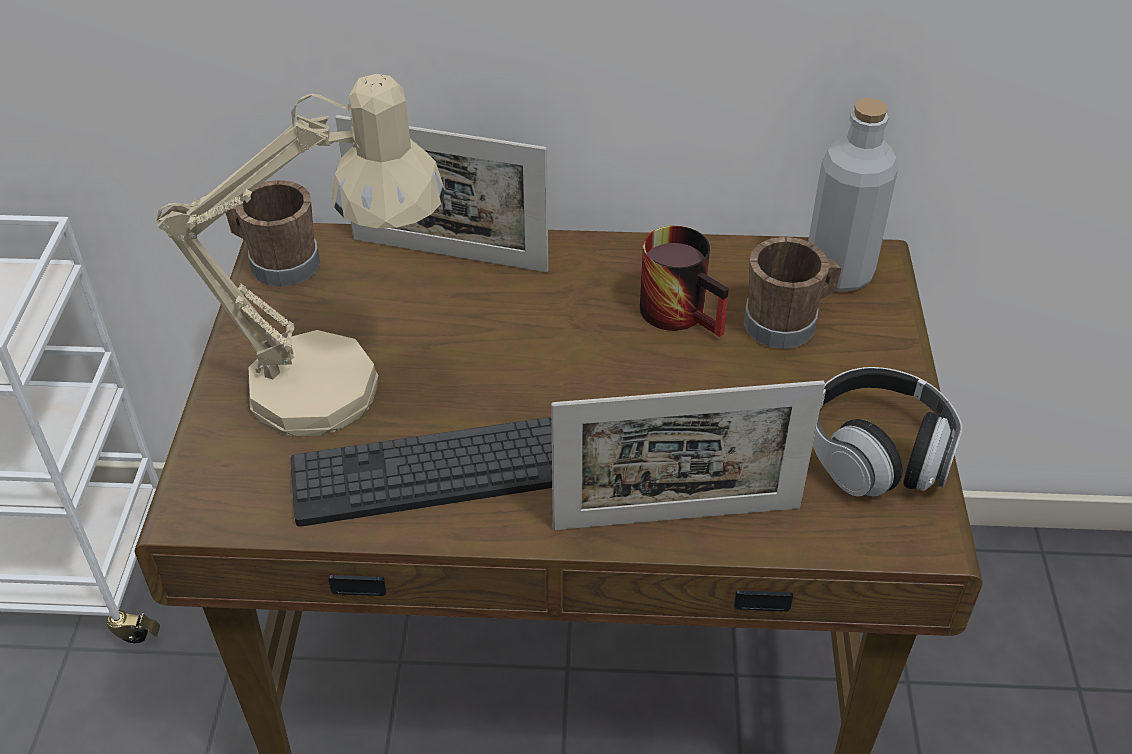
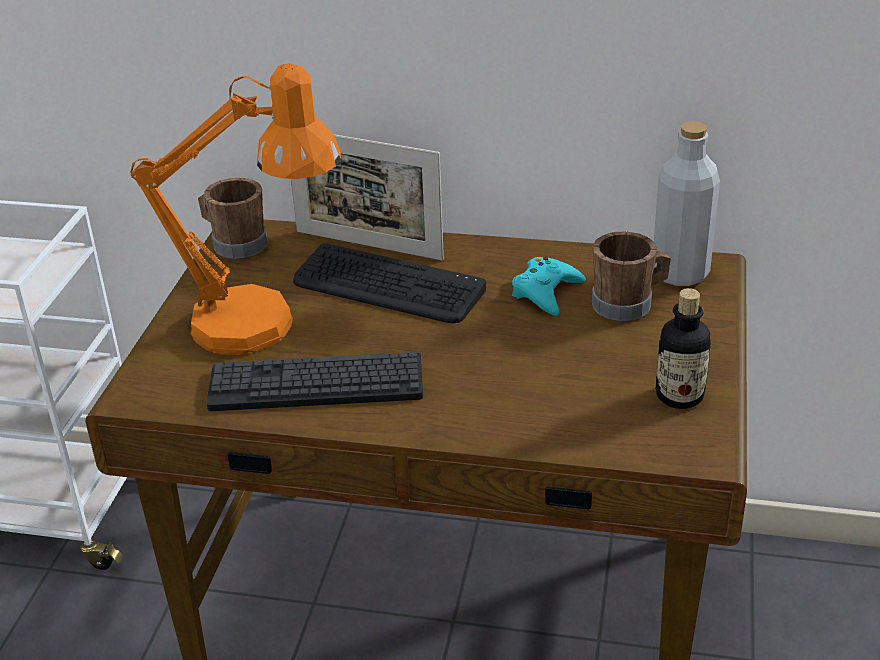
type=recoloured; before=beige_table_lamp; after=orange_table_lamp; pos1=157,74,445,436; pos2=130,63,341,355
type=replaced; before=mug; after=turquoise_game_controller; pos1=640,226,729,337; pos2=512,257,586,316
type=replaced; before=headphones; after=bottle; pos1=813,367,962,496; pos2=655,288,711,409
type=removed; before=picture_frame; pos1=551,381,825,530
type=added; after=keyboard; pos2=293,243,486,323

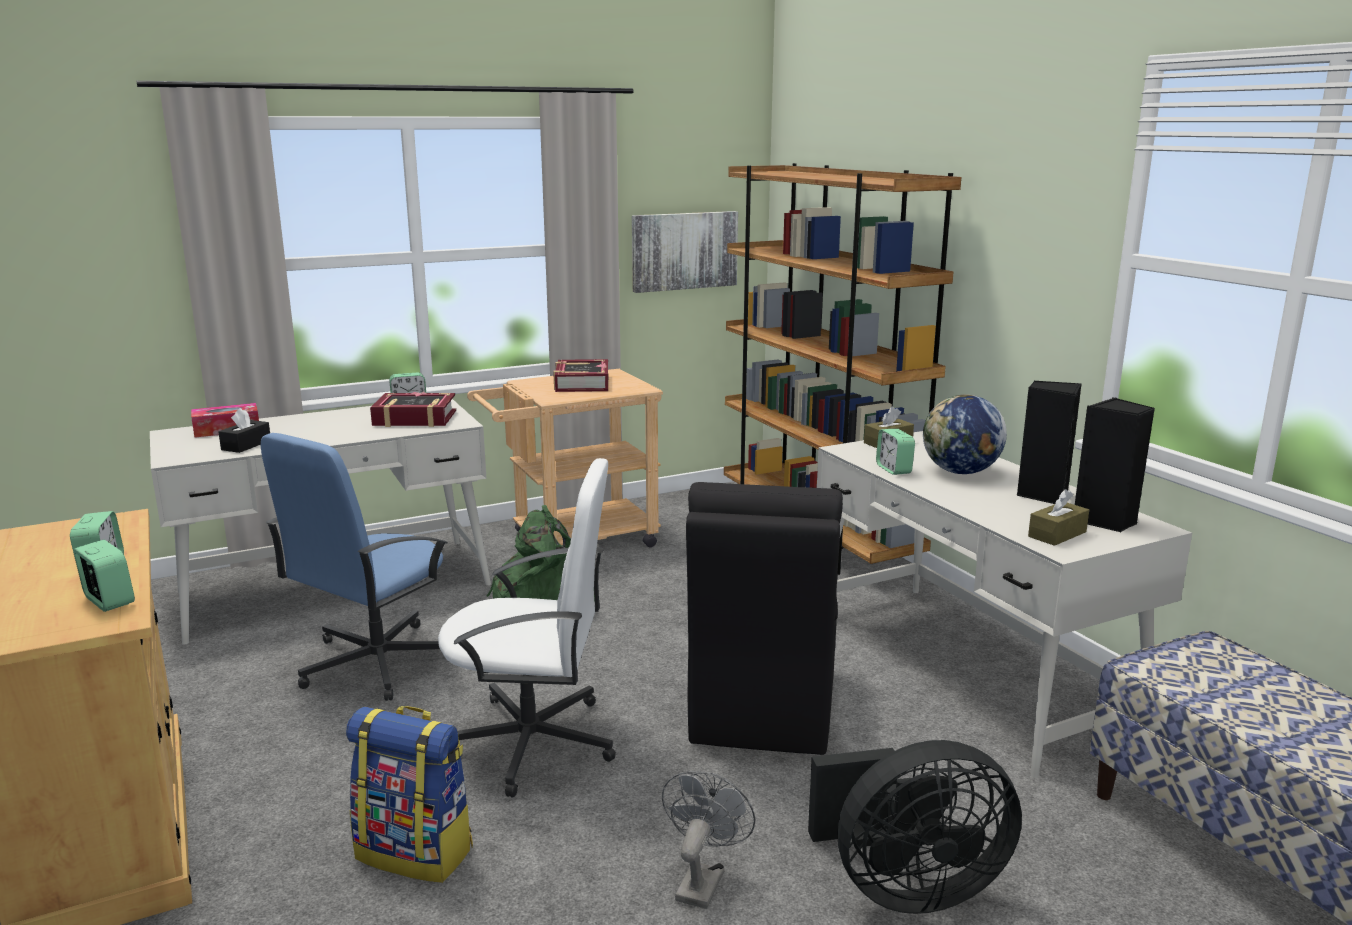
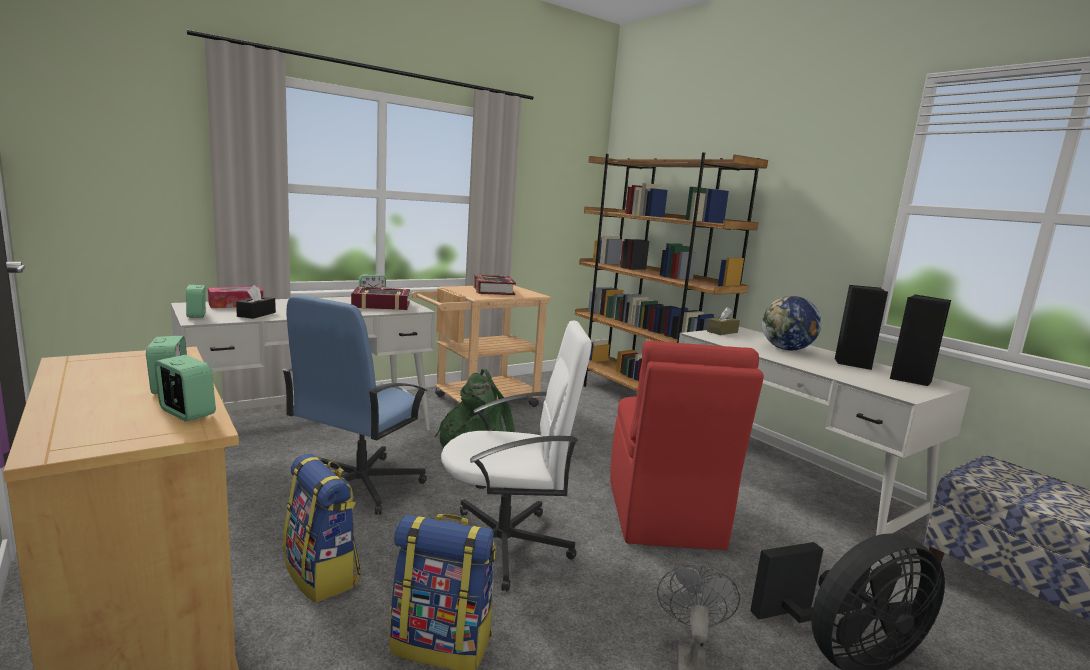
type=removed; before=picture; pos1=632,211,738,293
type=moved; before=alarm_clock; pos1=876,429,915,475; pos2=186,285,206,318
type=recoloured; before=black_chair; after=red_chair; pos1=686,482,843,755; pos2=610,340,764,550
type=removed; before=brown_tissue_box; pos1=1028,489,1089,546
type=added; after=backpack; pos2=283,454,361,603

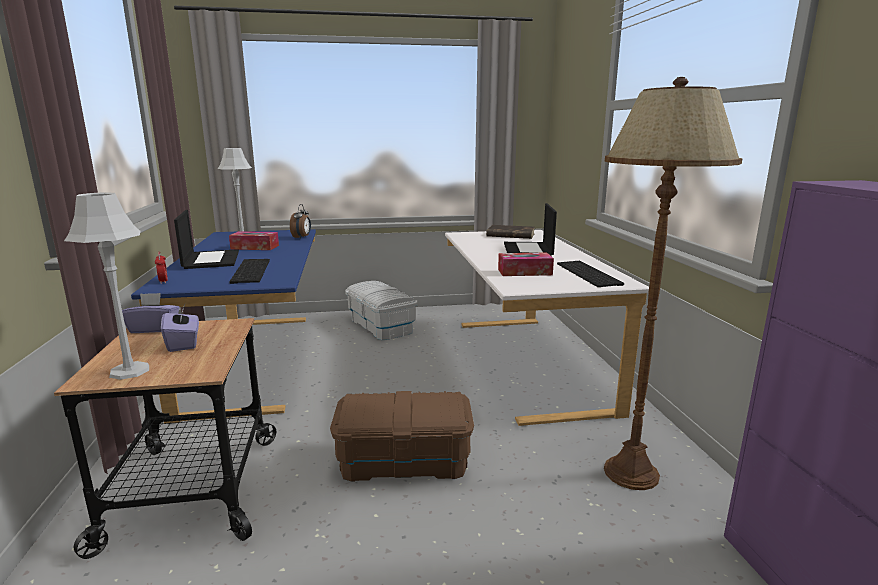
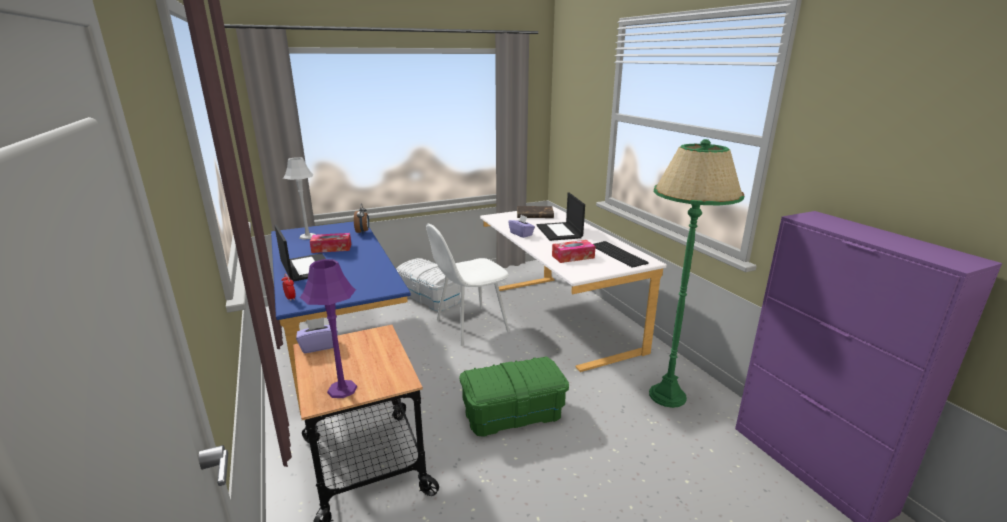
type=recoloured; before=brown_floor_lamp; after=green_floor_lamp; pos1=604,77,742,490; pos2=649,139,744,408
type=recoloured; before=grey_table_lamp; after=purple_table_lamp; pos1=64,192,149,380; pos2=300,259,357,398
type=removed; before=keyboard; pos1=229,259,270,284
type=moved; before=purple_tissue_box; pos1=161,305,199,352; pos2=508,215,535,238
type=recoloured; before=brown_storage_box; after=green_storage_box; pos1=330,391,474,482; pos2=459,357,569,437
type=added; after=white_chair; pos2=426,224,509,346

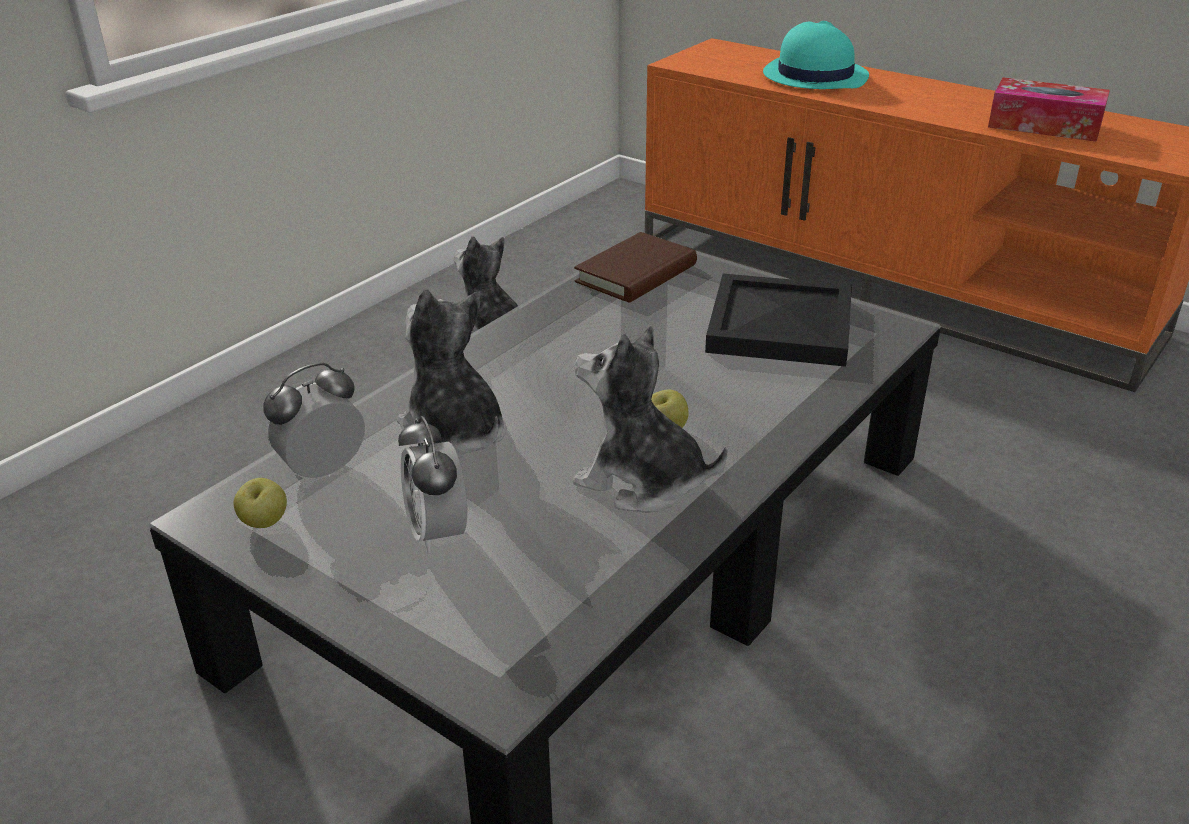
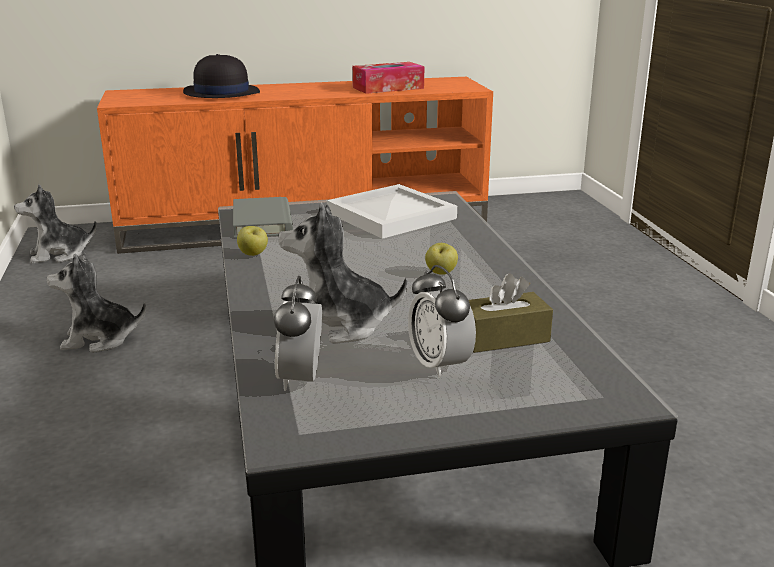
type=recoloured; before=turquoise_hat; after=black_hat; pos1=763,21,869,89; pos2=183,54,260,98
type=recoloured; before=brown_book; after=grey_book; pos1=574,232,697,303; pos2=233,197,293,238
type=recoloured; before=black_tray; after=white_tray; pos1=705,274,852,367; pos2=327,184,457,239
type=moved; before=plush_toy; pos1=573,326,728,513; pos2=14,184,97,263
type=turned; before=alarm_clock; pos1=398,416,467,553; pos2=408,265,476,378; turn=45
type=moved; before=apple; pos1=233,478,287,528; pos2=237,226,268,256
type=added; after=brown_tissue_box; pos2=469,273,553,353

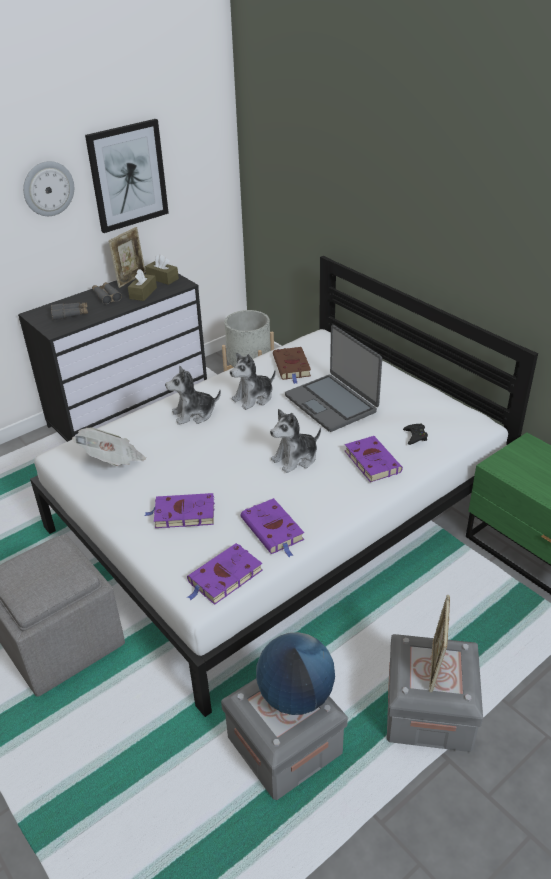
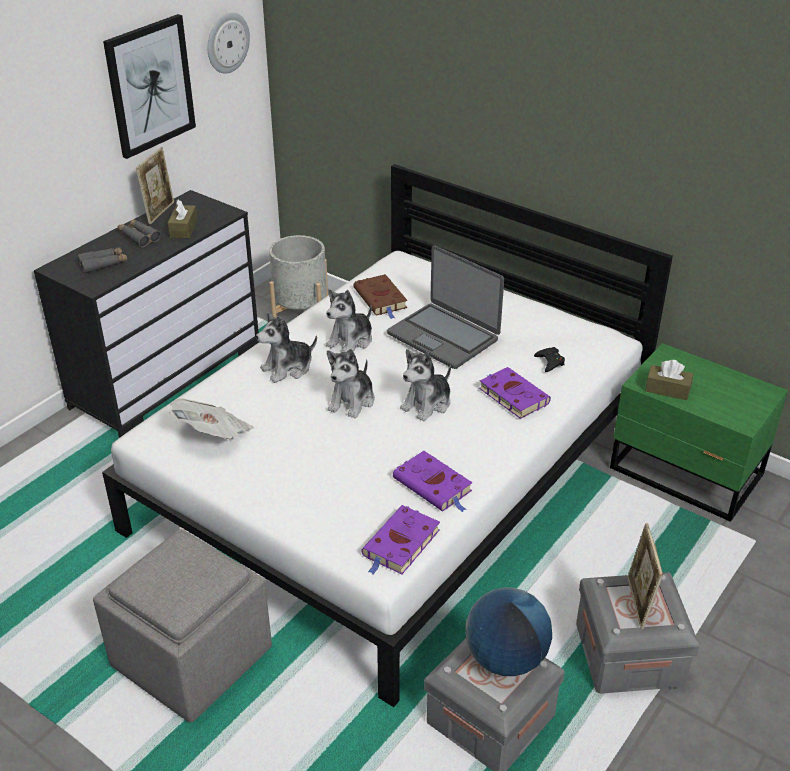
type=moved; before=wall_clock; pos1=23,161,74,216; pos2=208,12,250,74
type=moved; before=brown_tissue_box; pos1=145,254,179,285; pos2=645,360,693,400
type=removed; before=purple_book; pos1=145,493,215,528
type=added; after=plush_toy; pos2=327,349,375,418

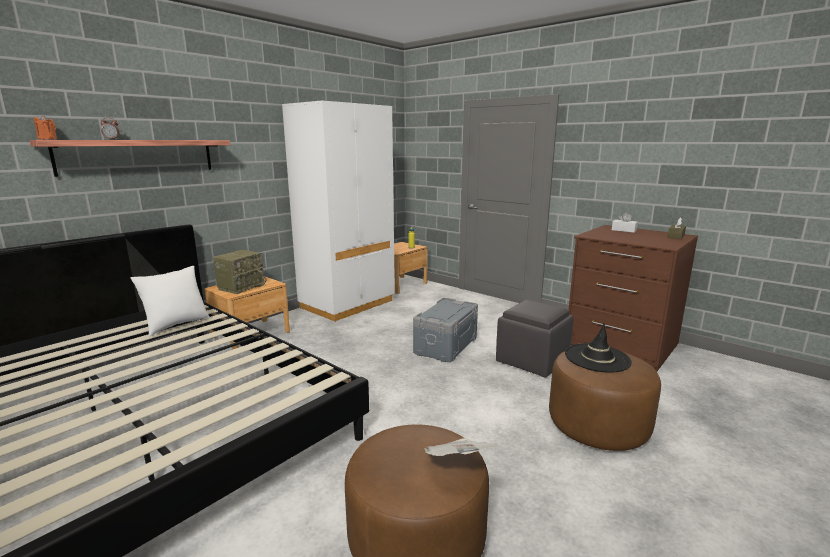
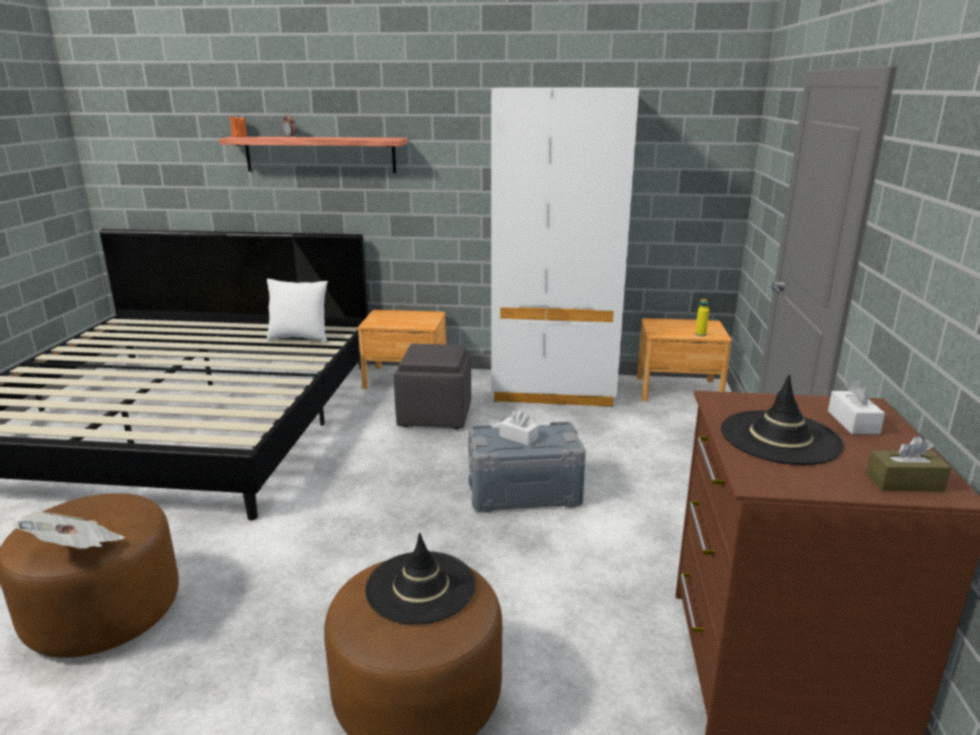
type=removed; before=radio; pos1=213,250,267,294
type=moved; before=grey_ottoman; pos1=496,300,574,377; pos2=394,344,471,429
type=added; after=black_hat; pos2=721,374,844,465
type=added; after=white_tissue_box; pos2=499,410,538,446

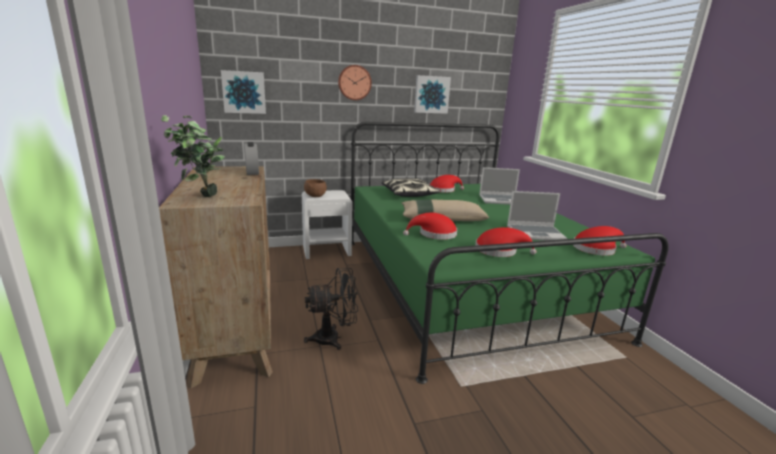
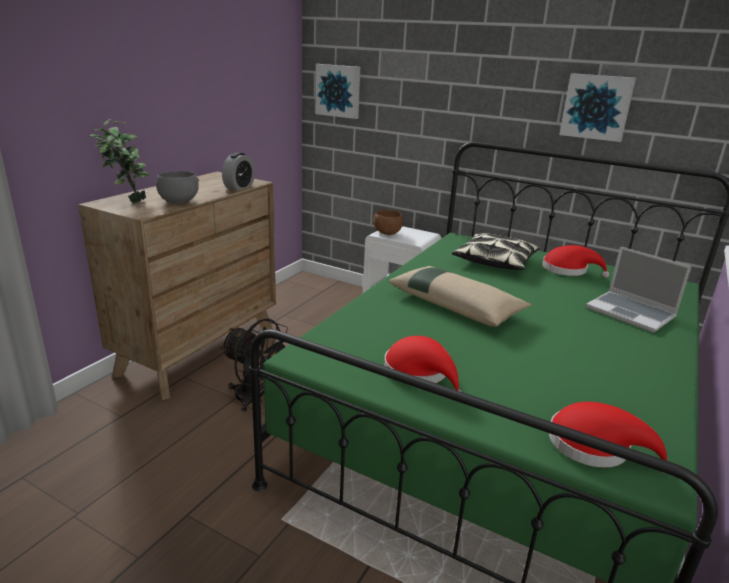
type=removed; before=wall_clock; pos1=338,65,372,100
type=removed; before=laptop; pos1=507,191,568,241
type=removed; before=red_hat; pos1=403,213,457,240
type=added; after=grey_bowl; pos2=156,171,199,203

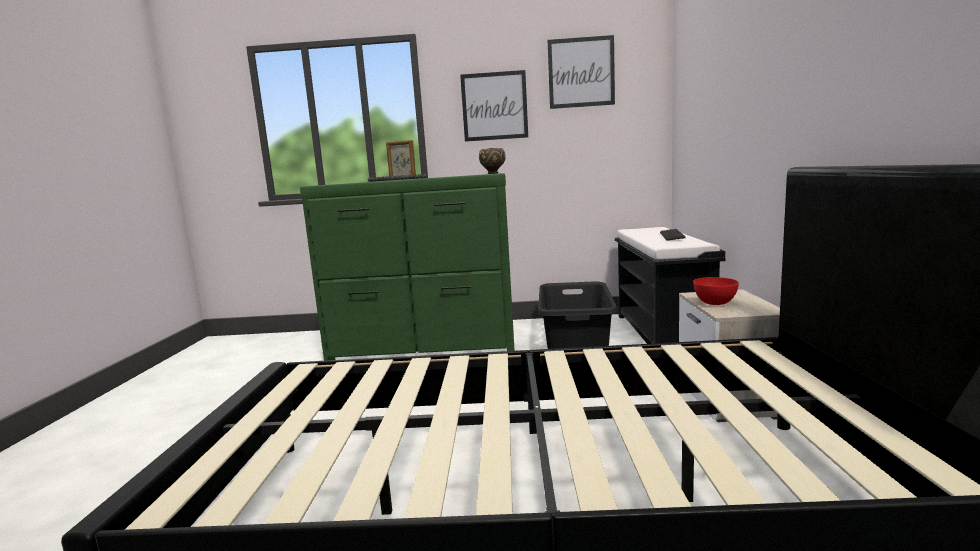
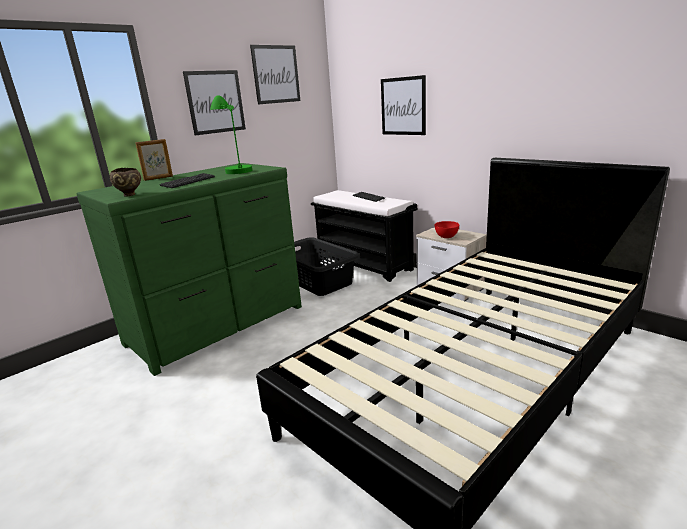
type=moved; before=brown_bowl; pos1=479,148,506,174; pos2=110,168,141,197
type=added; after=picture; pos2=381,75,426,135
type=added; after=green_table_lamp; pos2=210,95,252,174

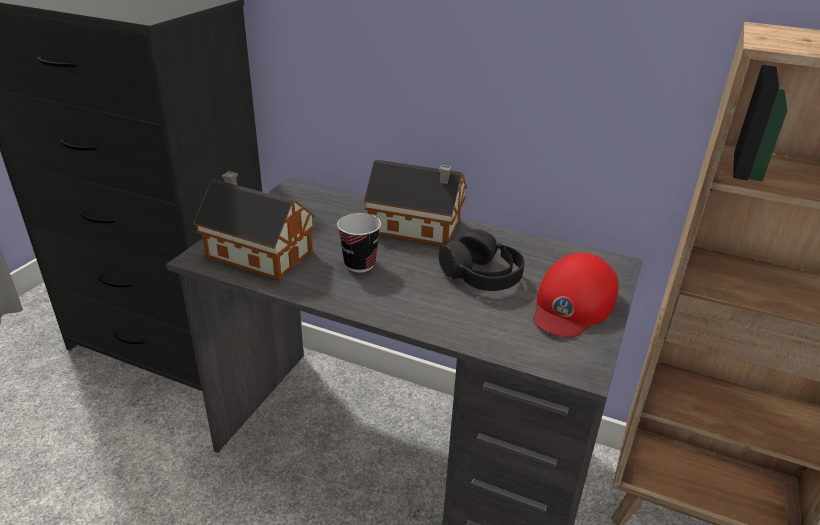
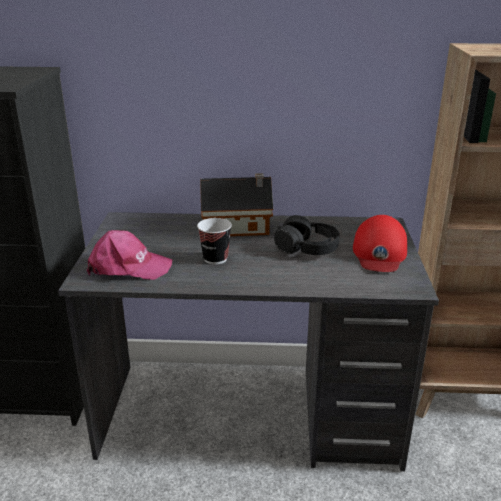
type=replaced; before=toy_house; after=pink_cap; pos1=193,171,315,280; pos2=87,230,172,280

